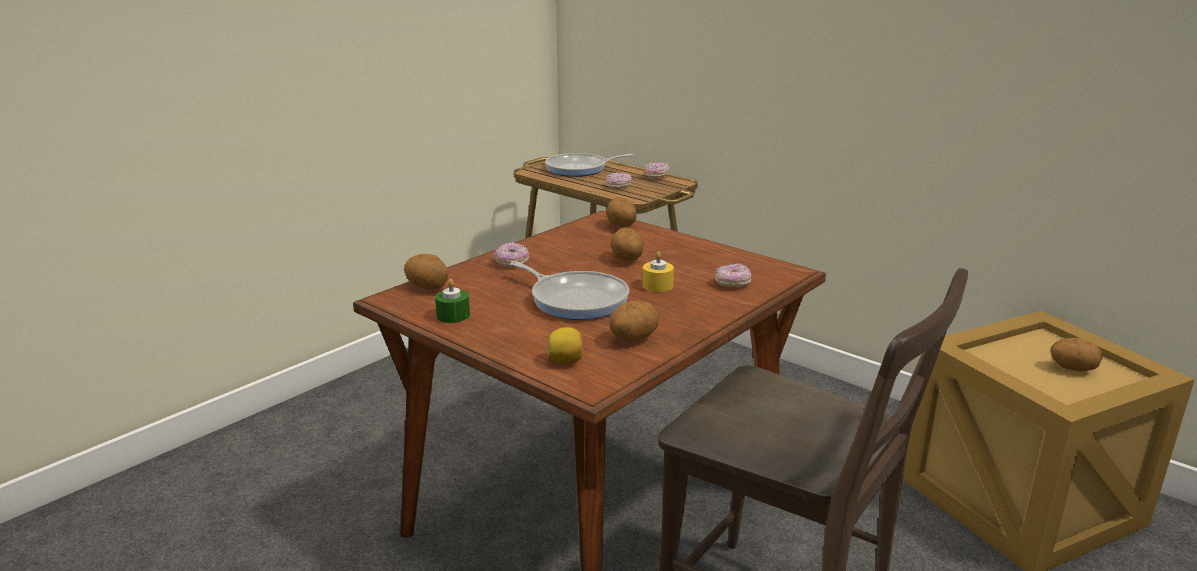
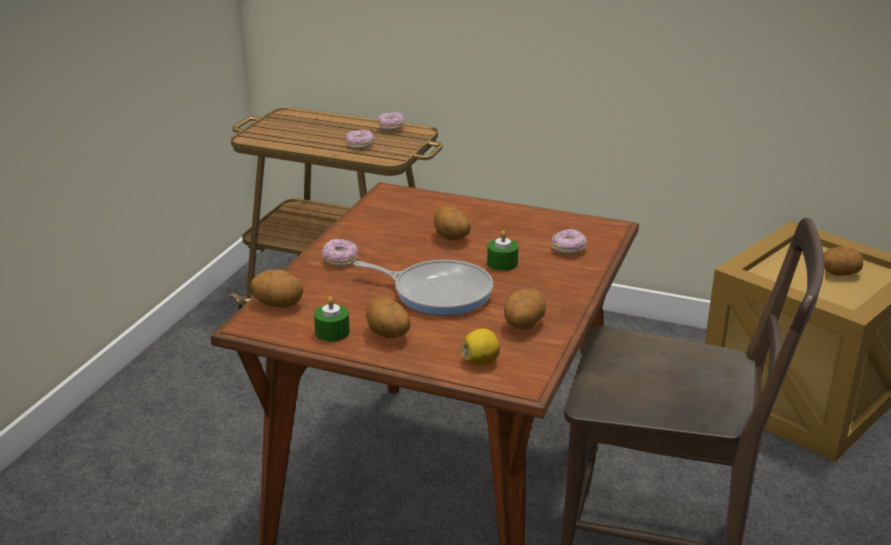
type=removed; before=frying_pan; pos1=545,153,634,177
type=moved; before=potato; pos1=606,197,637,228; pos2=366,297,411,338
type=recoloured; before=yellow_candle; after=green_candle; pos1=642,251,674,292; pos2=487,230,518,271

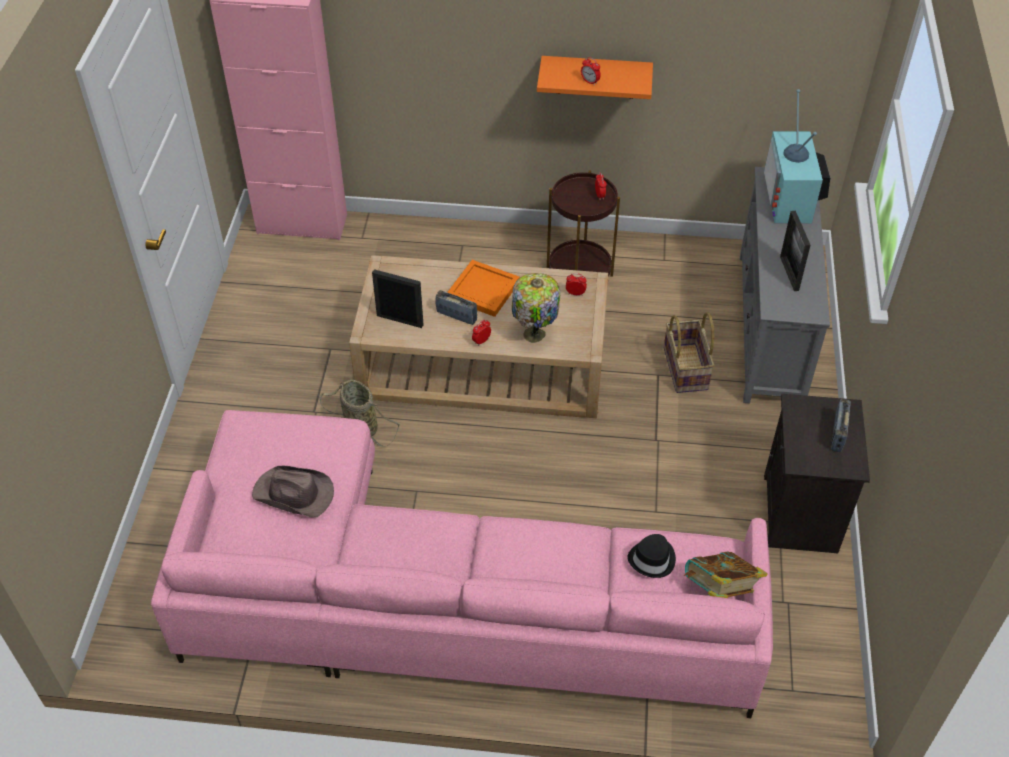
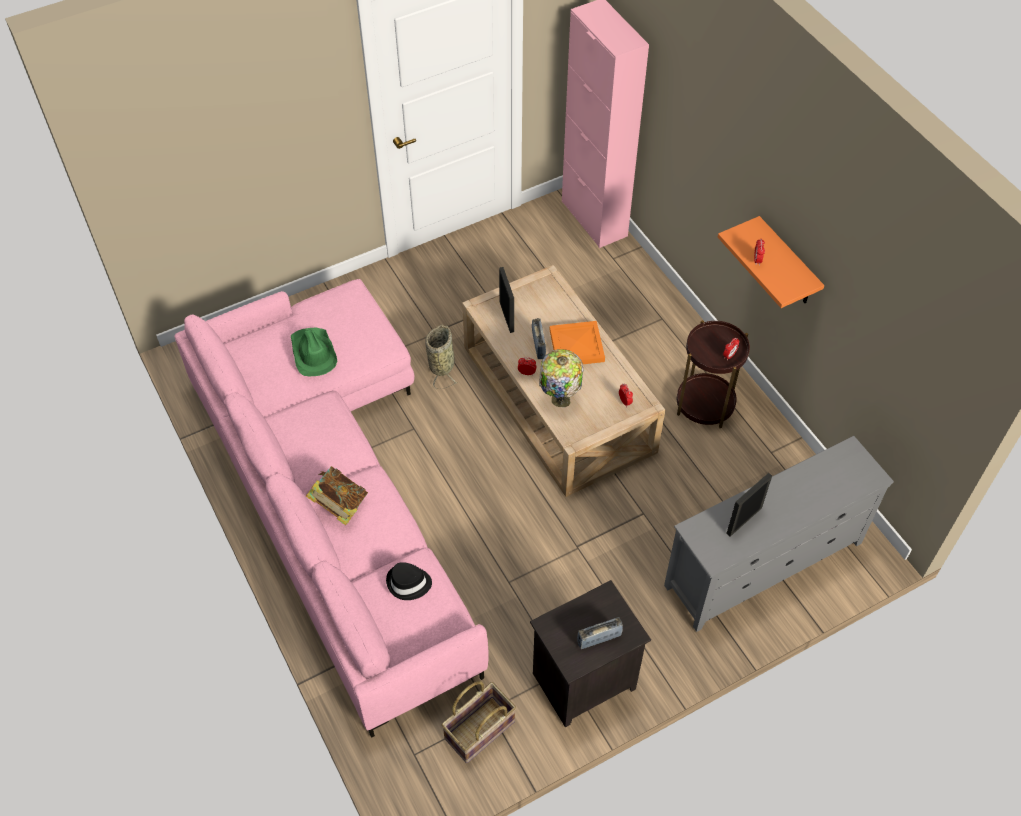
type=removed; before=television; pos1=764,89,830,223
type=moved; before=basket; pos1=664,312,714,393; pos2=442,681,516,763
type=recoloured; before=brown_hat; after=green_hat; pos1=252,466,334,518; pos2=291,328,337,376
type=moved; before=book; pos1=684,552,768,598; pos2=306,466,368,525

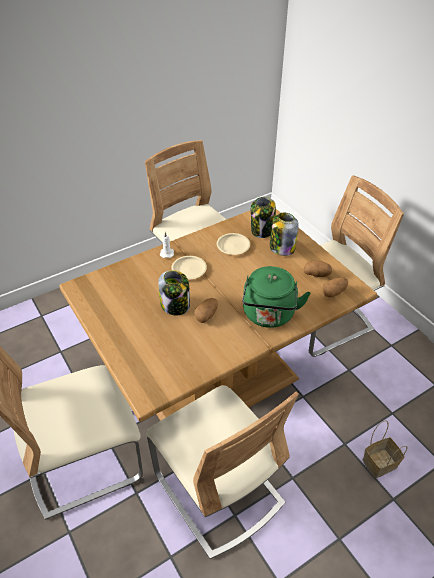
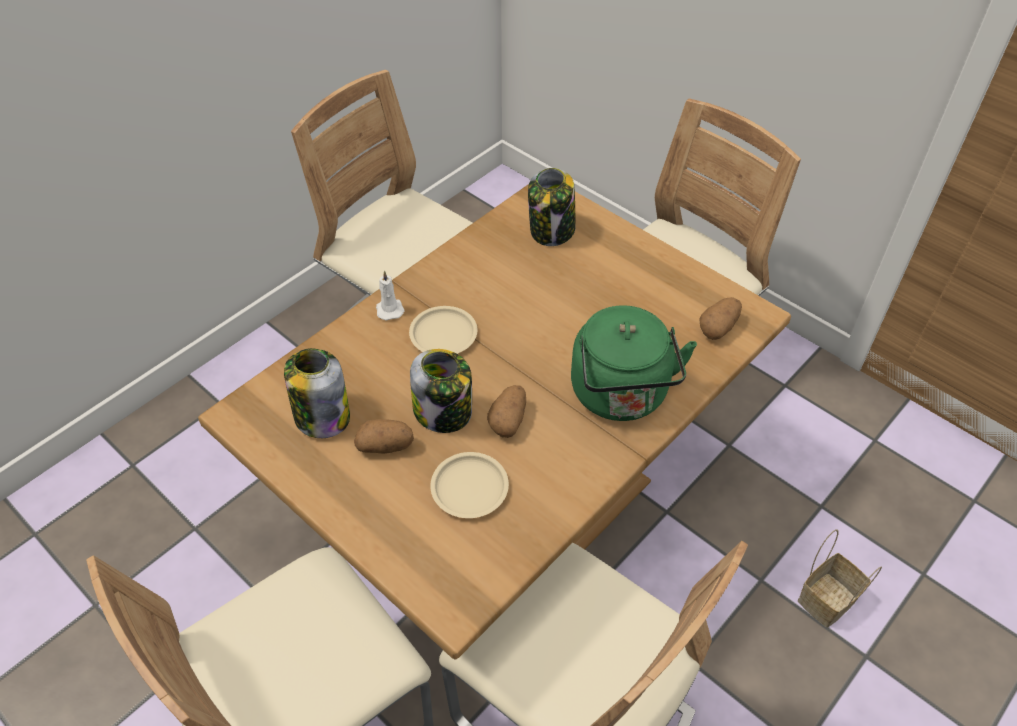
type=moved; before=jar; pos1=270,213,299,256; pos2=284,348,350,438
type=moved; before=beige_plate; pos1=217,233,250,255; pos2=430,452,509,518
type=moved; before=potato; pos1=304,260,332,277; pos2=354,419,414,454

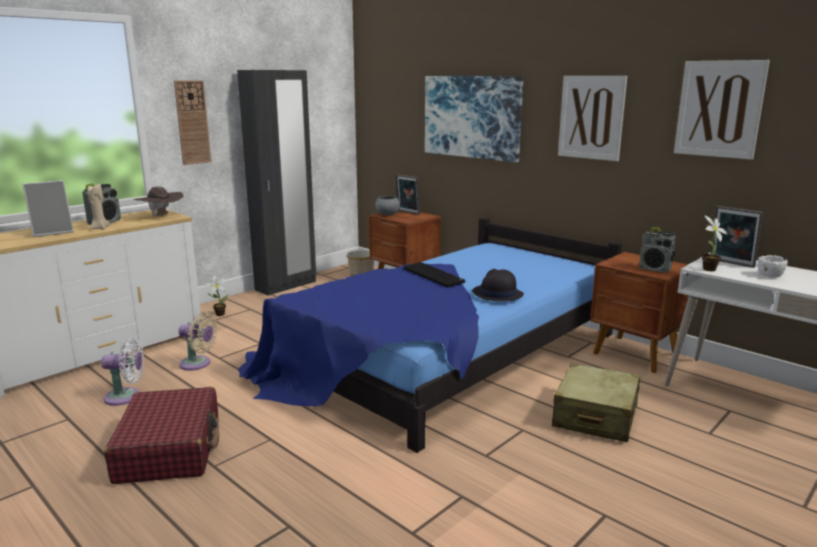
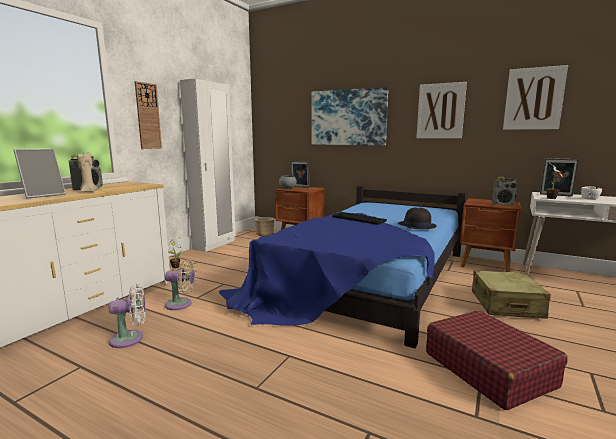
type=recoloured; before=black_wardrobe; after=white_wardrobe; pos1=237,70,316,296; pos2=180,78,236,252
type=removed; before=brown_hat; pos1=133,186,183,217
type=moved; before=red_suitcase; pos1=105,387,219,484; pos2=426,310,568,410

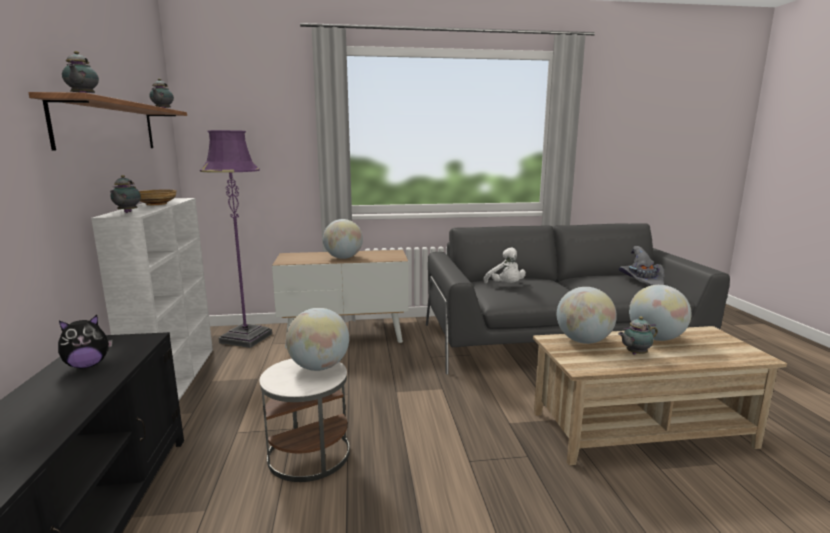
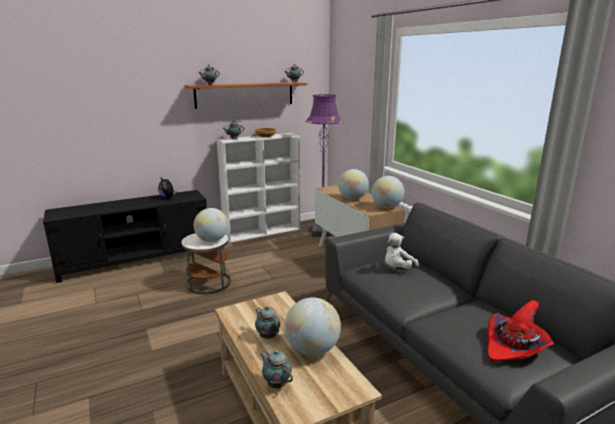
type=recoloured; before=grey_hat; after=red_hat; pos1=619,246,665,285; pos2=487,300,554,362
type=moved; before=globe; pos1=557,287,617,344; pos2=372,176,404,208
type=added; after=teapot; pos2=260,350,293,388

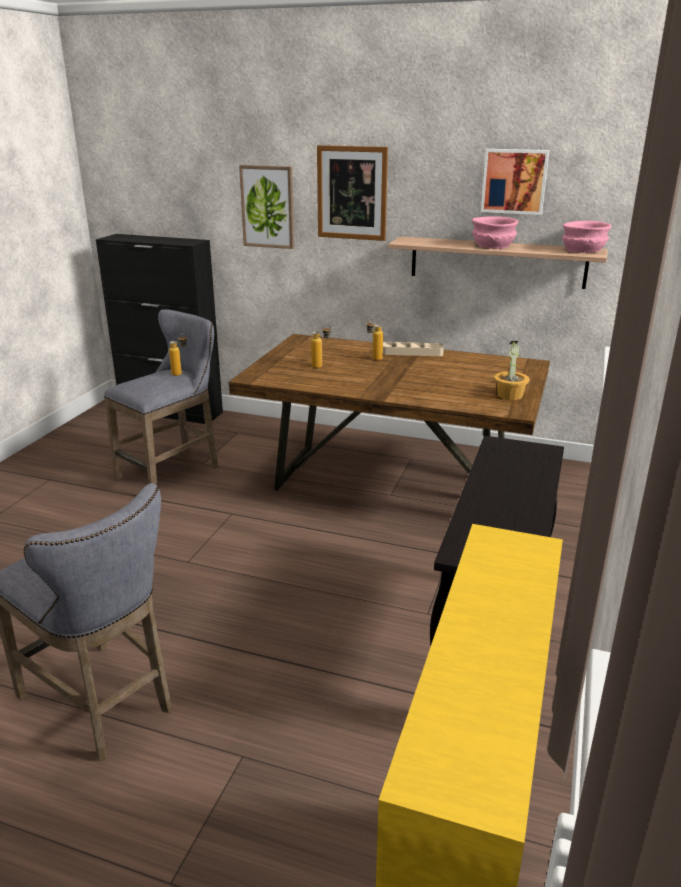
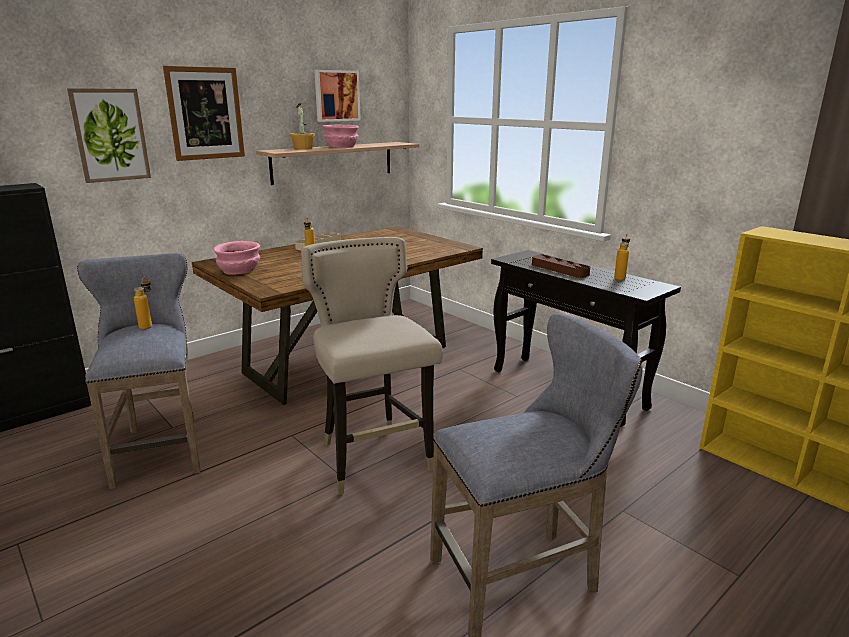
type=moved; before=pink_bowl; pos1=562,221,612,253; pos2=214,241,260,275
type=moved; before=bottle; pos1=311,325,331,368; pos2=614,233,630,280
type=moved; before=potted_plant; pos1=494,341,530,400; pos2=289,103,315,149
type=added; after=beige_stool; pos2=301,237,443,495
type=added; after=brown_tray; pos2=532,255,590,278

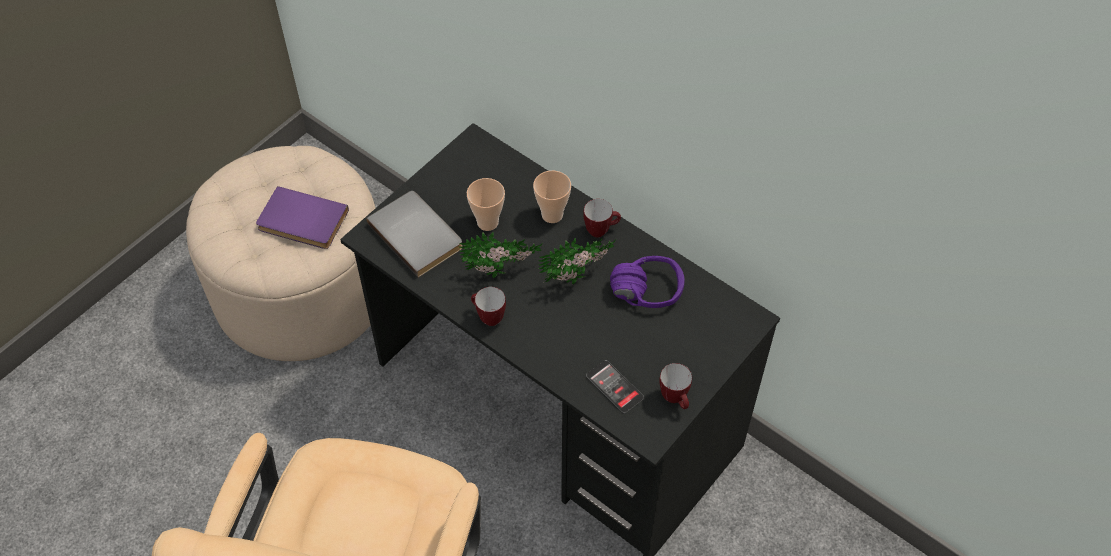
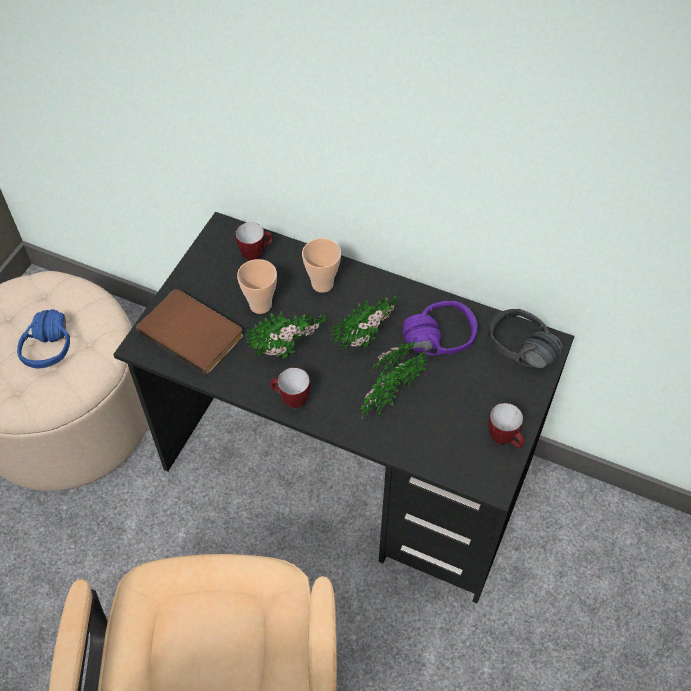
type=replaced; before=purple_book; after=blue_headphones; pos1=256,186,349,249; pos2=17,309,70,368
type=recoloured; before=grey_book; after=brown_book; pos1=367,191,463,278; pos2=136,289,243,376
type=moved; before=mug; pos1=583,199,621,238; pos2=235,222,273,261
type=removed; before=phone; pos1=586,360,644,413
type=added; after=black_headphones; pos2=488,309,563,368
type=added; after=potted_plant; pos2=359,340,427,419

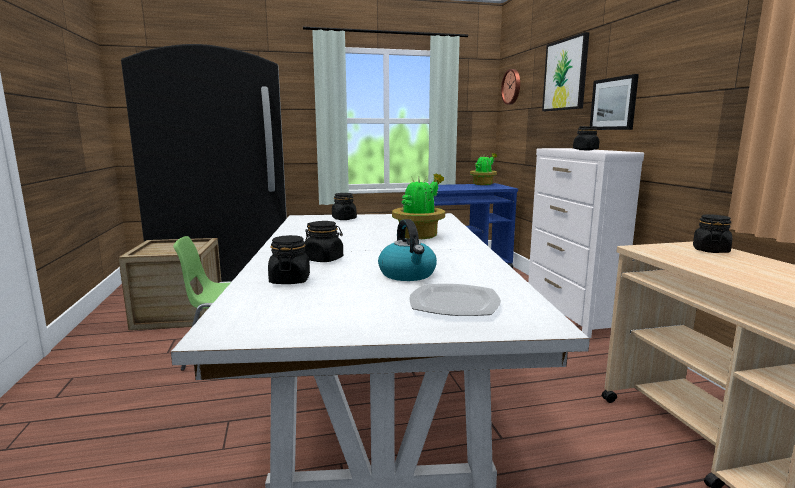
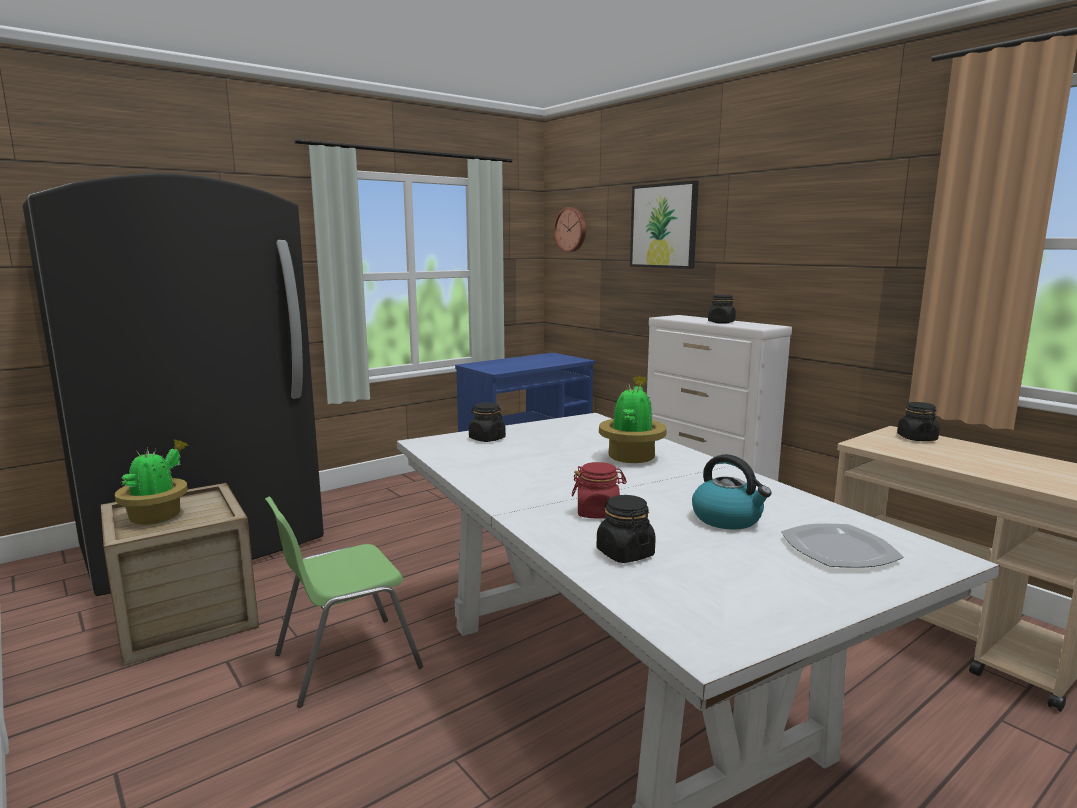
type=removed; before=picture; pos1=590,74,639,130
type=moved; before=potted_plant; pos1=470,153,497,185; pos2=115,439,188,525
type=recoloured; before=black_jar; after=red_jar; pos1=304,221,343,262; pos2=572,462,627,519

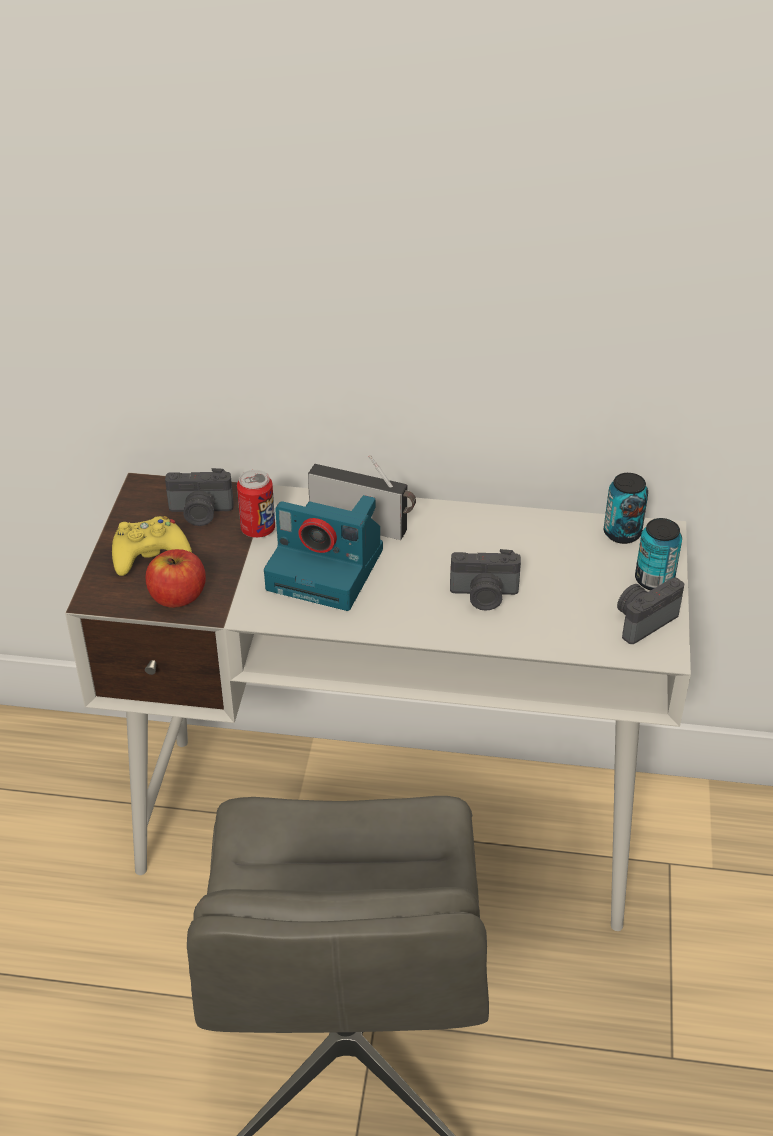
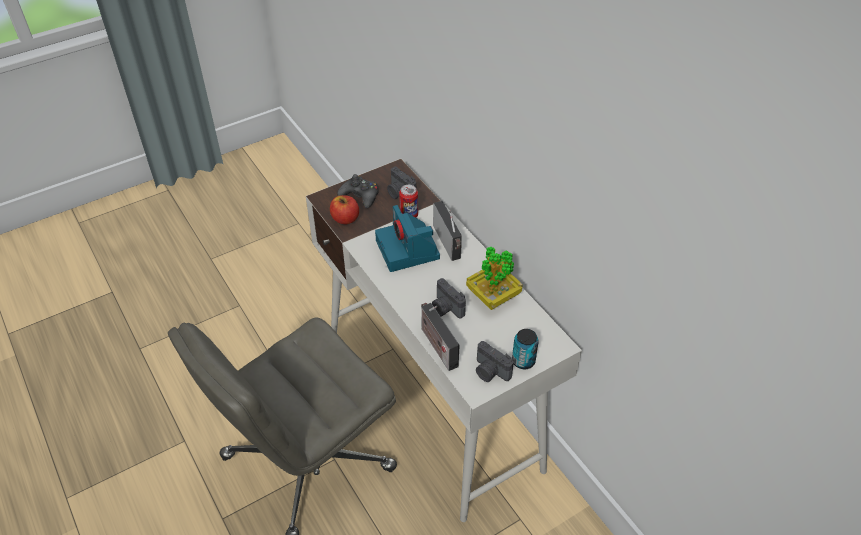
type=removed; before=can; pos1=604,473,648,544
type=recoloured; before=yellow_game_controller; after=black_game_controller; pos1=112,516,192,576; pos2=337,174,379,208
type=turned; before=photo_camera; pos1=617,578,684,644; pos2=476,341,514,382; turn=-150
type=added; after=potted_plant; pos2=466,247,523,310
type=added; after=radio; pos2=421,303,459,371

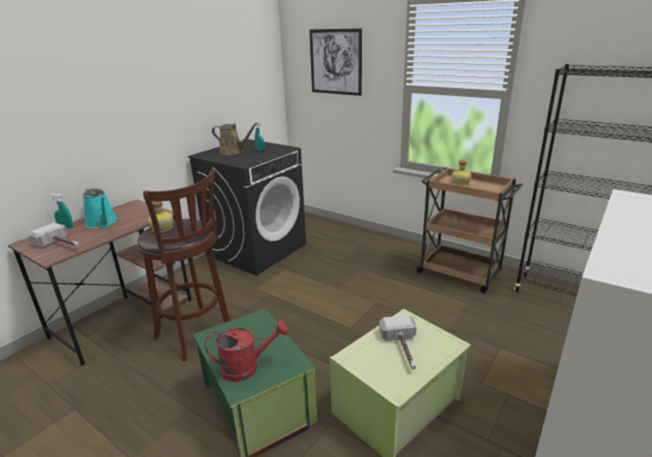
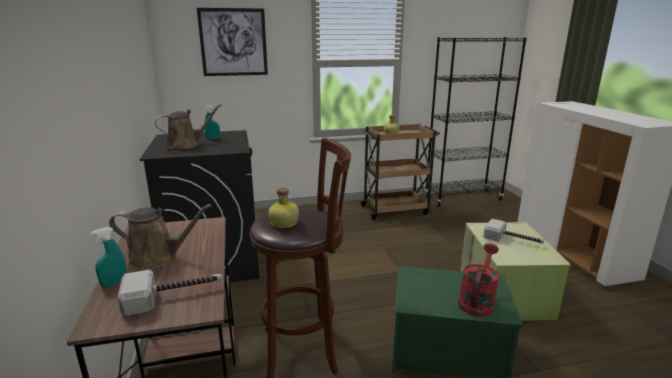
type=recoloured; before=turquoise_watering_can; after=brown_watering_can; pos1=83,187,118,228; pos2=109,204,212,270

